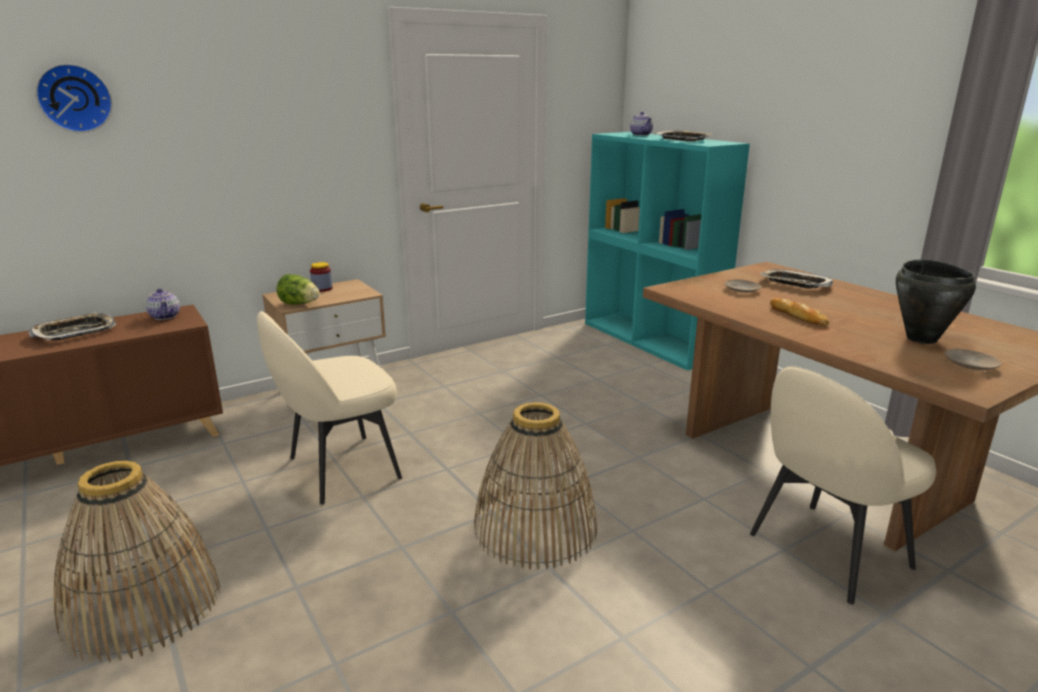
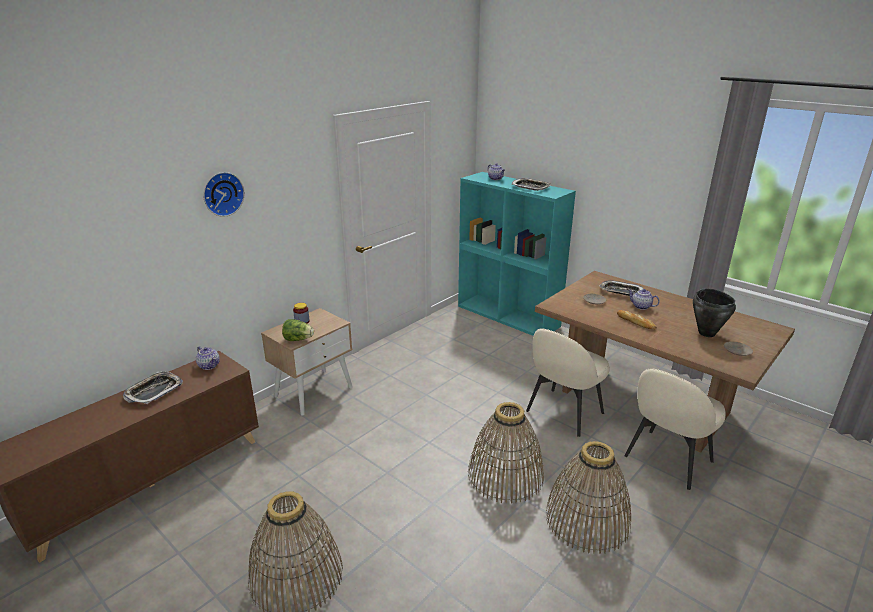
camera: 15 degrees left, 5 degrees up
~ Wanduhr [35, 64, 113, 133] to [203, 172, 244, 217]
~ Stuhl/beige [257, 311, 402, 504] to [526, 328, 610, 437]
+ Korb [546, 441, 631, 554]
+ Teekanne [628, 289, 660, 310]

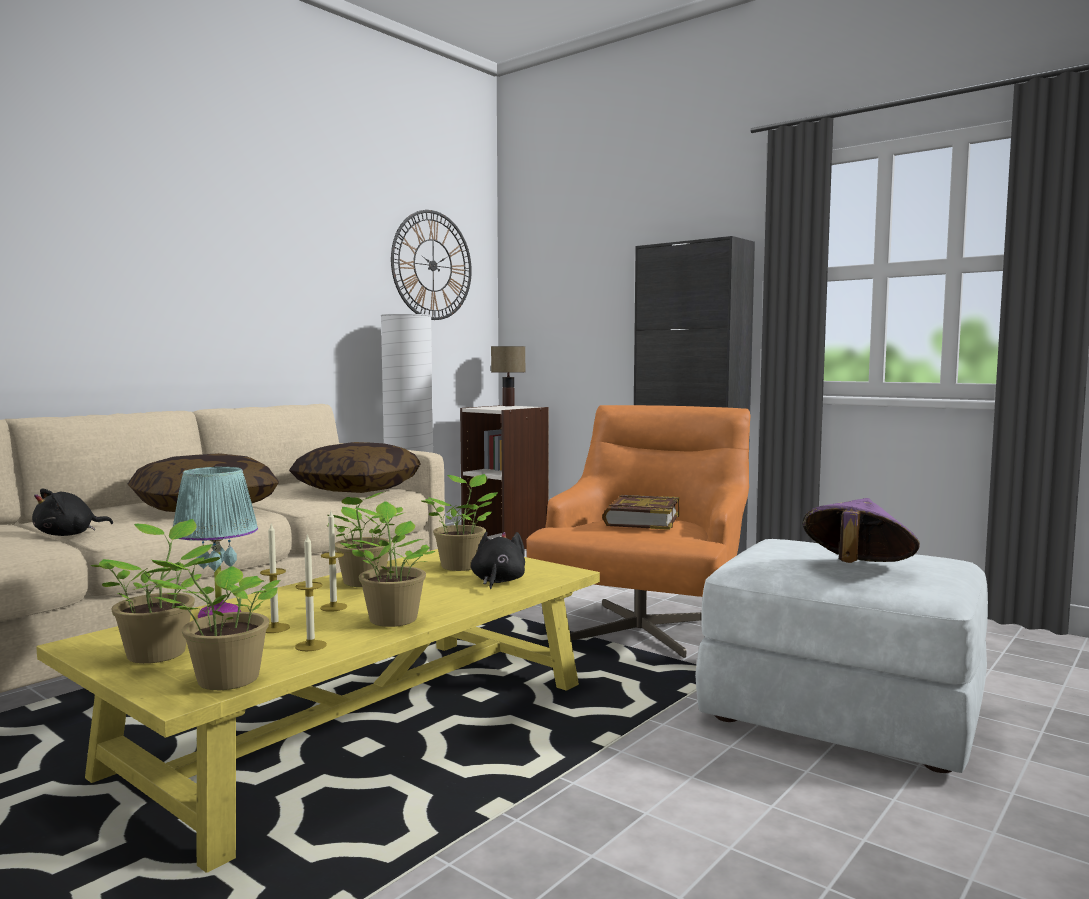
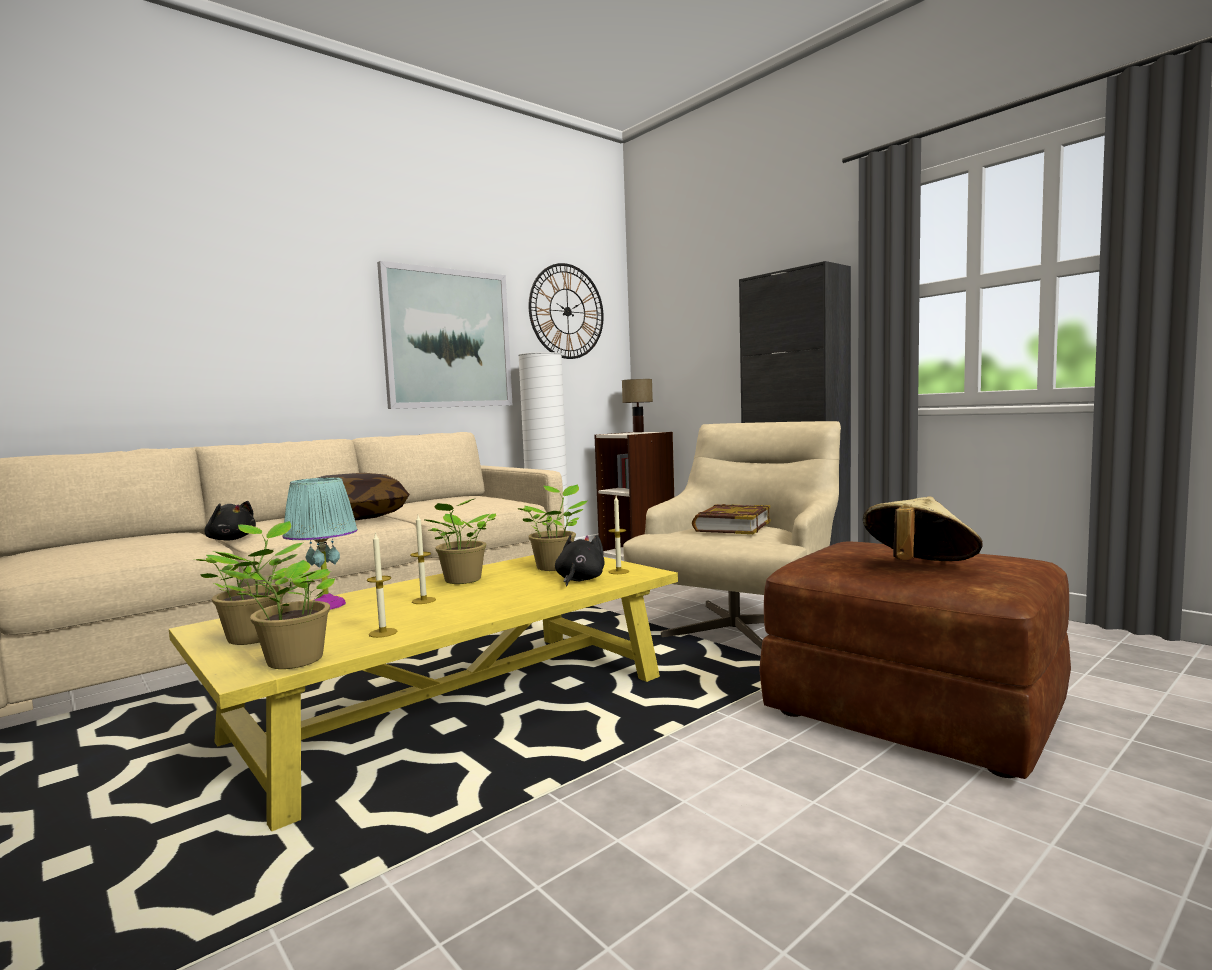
camera: 10 degrees right, 0 degrees up
~ Plüschtier/schwarz [32, 489, 113, 536] = [204, 501, 256, 541] 105 degrees counterclockwise
+ Bild [377, 261, 512, 409]
~ Kerze [260, 524, 290, 633] to [608, 496, 629, 574]
~ Sessel/orange [526, 405, 751, 658] to Sessel/beige [623, 421, 841, 648]
~ Polsterhocker/weiß [695, 539, 988, 773] to Polsterhocker/braun [759, 541, 1071, 779]
~ Hut/lila [803, 498, 920, 563] to Hut/beige [863, 497, 983, 561]
- Kissen [289, 442, 421, 493]
- Topfpflanze [340, 501, 436, 627]

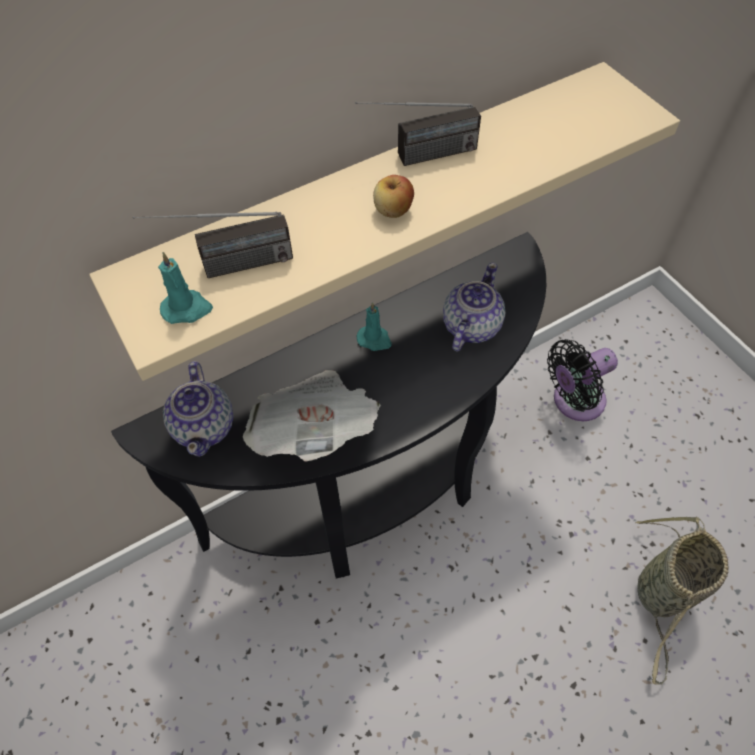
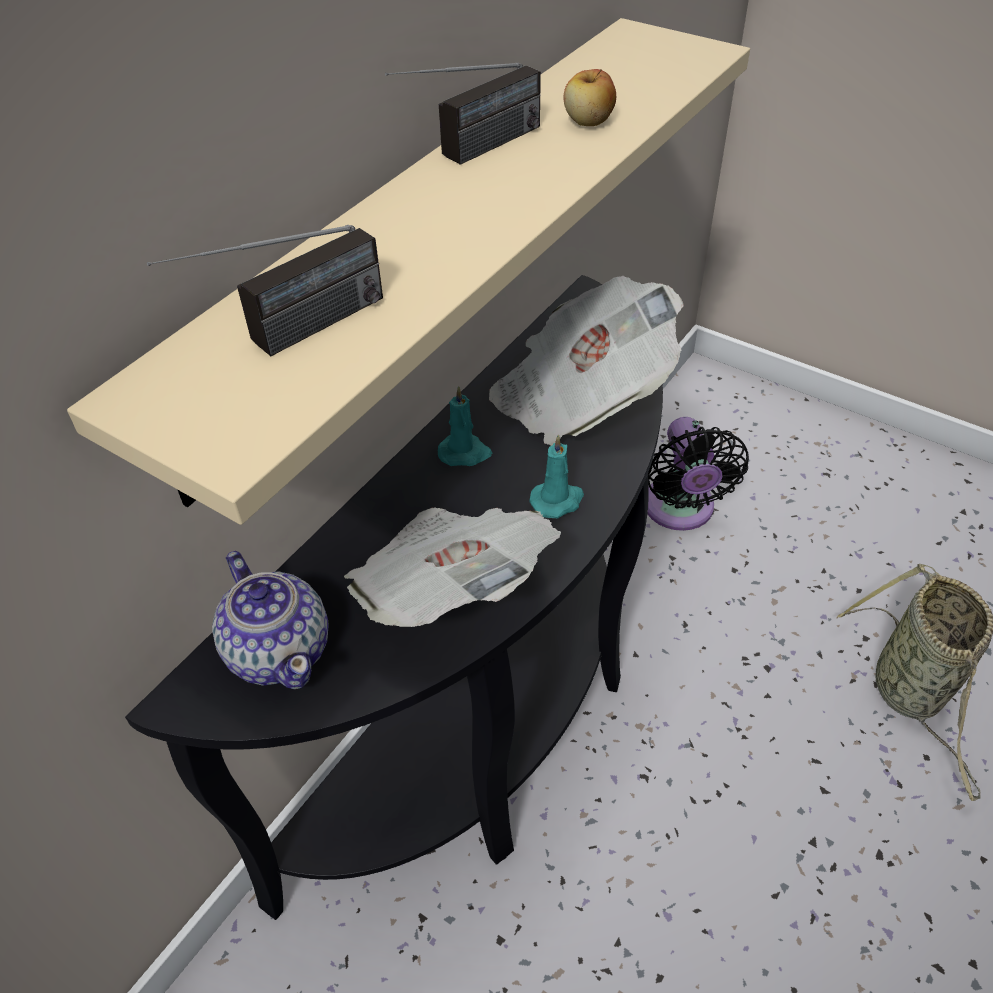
camera: 25 degrees left, 10 degrees down
~ Teekanne [443, 263, 505, 351] to Zeitung [489, 276, 684, 446]
~ Kerze/türkis [158, 252, 213, 324] to [529, 434, 584, 518]
~ Apfel [373, 175, 414, 218] to [564, 69, 616, 126]
~ Ventilator/schwarz [547, 339, 618, 421] = [647, 417, 749, 531] 45 degrees counterclockwise

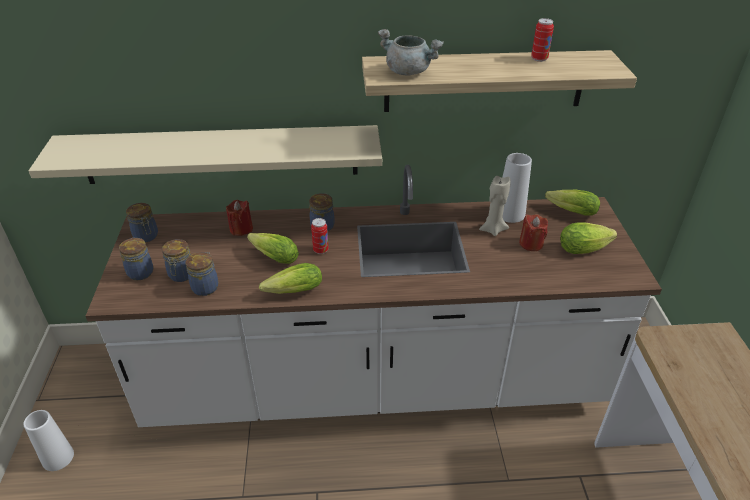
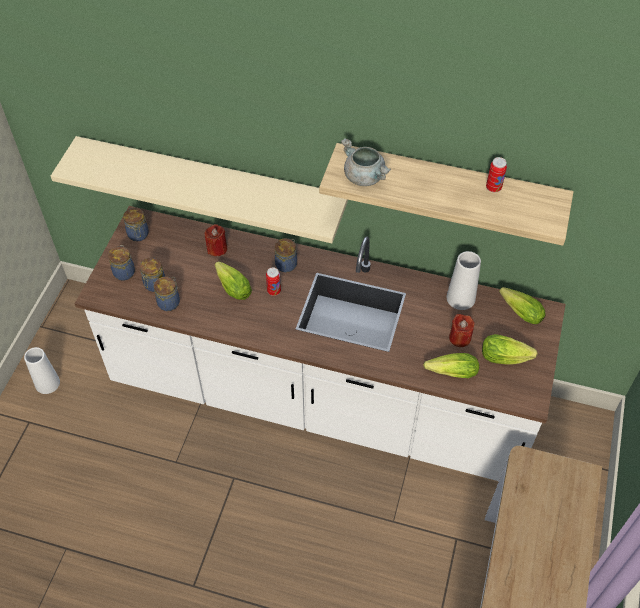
camera: 20 degrees right, 15 degrees up
~ Salatkopf [259, 263, 322, 294] to [423, 353, 479, 378]
- Kerze/beige [479, 176, 511, 236]

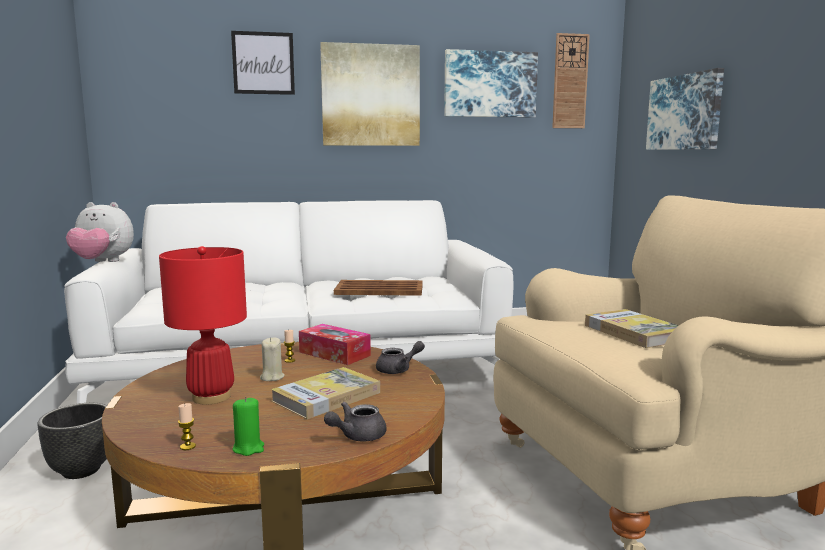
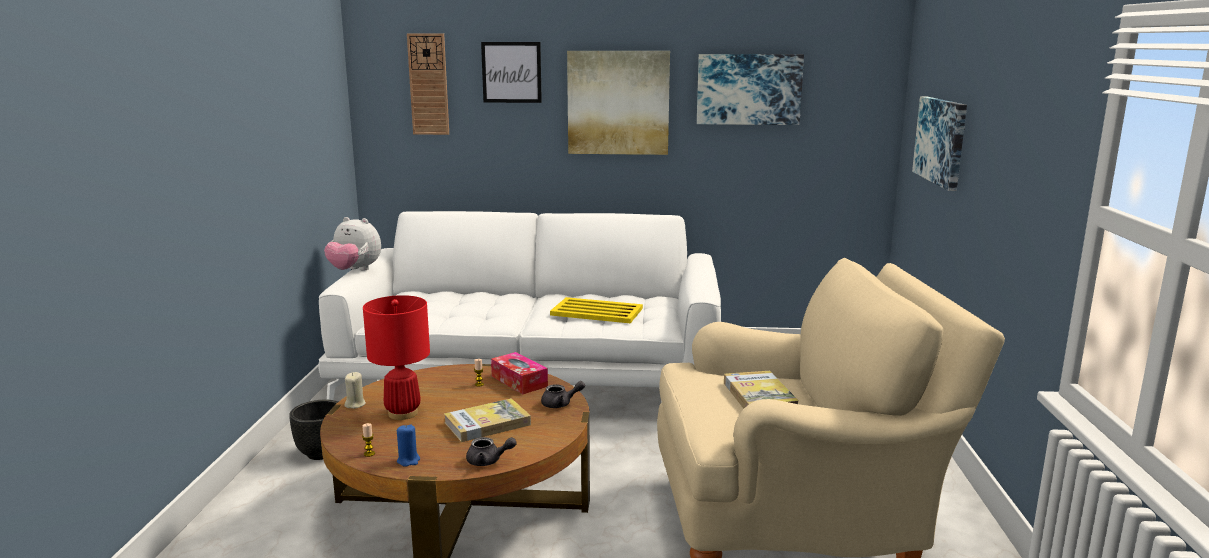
camera: 15 degrees right, 5 degrees up
~ Kerze/beige [260, 337, 285, 381] to [344, 372, 366, 409]
~ Kerze/grün [233, 397, 264, 456] to Kerze/blau [397, 424, 420, 467]
~ Wanduhr [552, 33, 590, 128] to [407, 33, 449, 135]
~ Teekanne/grau [324, 402, 387, 442] = [466, 437, 517, 466] 150 degrees counterclockwise
~ Tablett/braun [334, 280, 423, 296] to Tablett/gelb [550, 297, 643, 323]

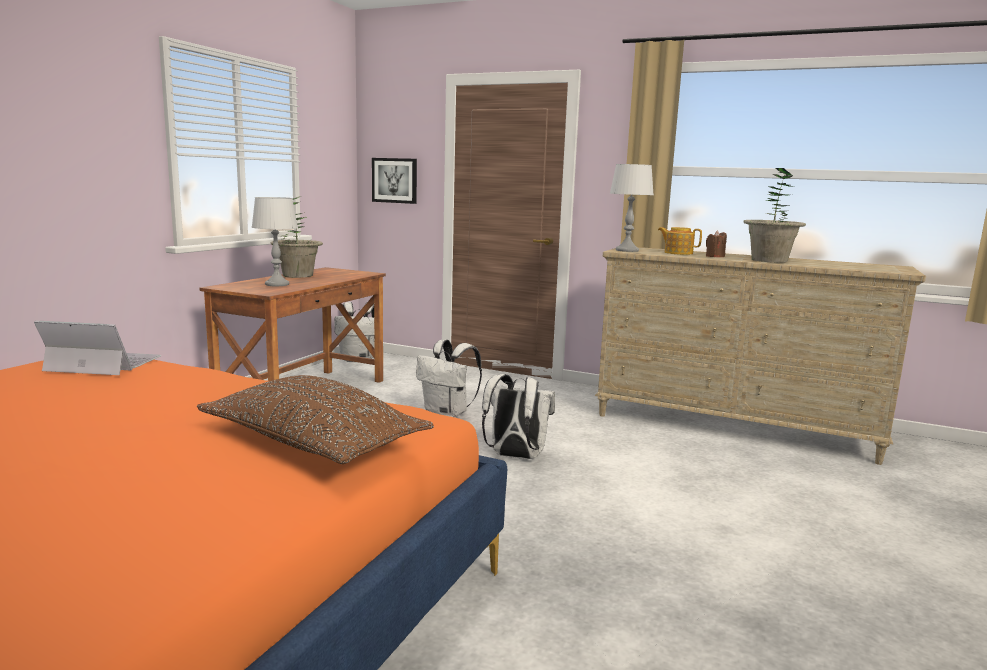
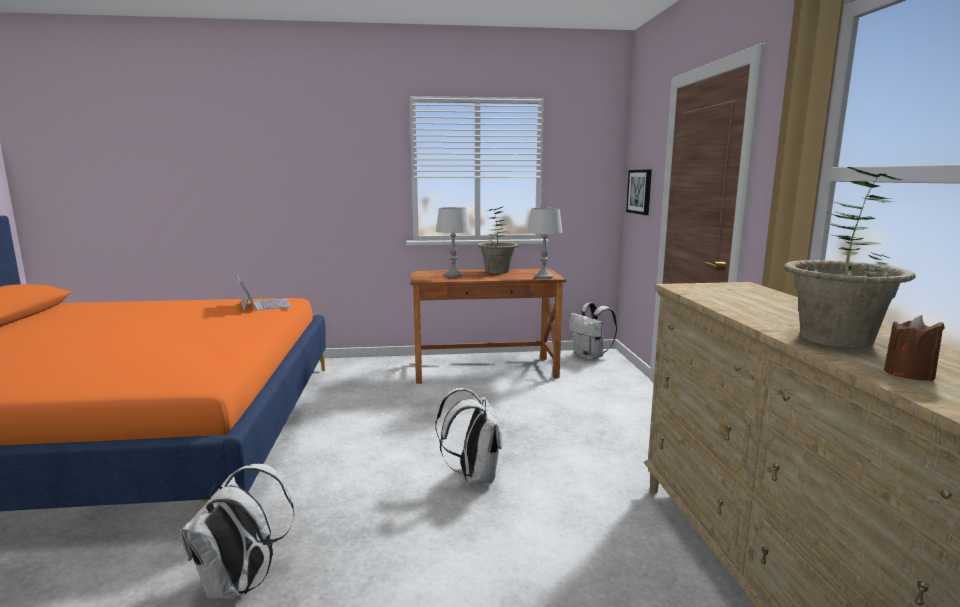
camera: 60 degrees right, 0 degrees up
~ Rucksack/weiß [416, 339, 482, 417] to [180, 464, 295, 600]
~ Tischlampe/grau [610, 164, 653, 252] to [527, 208, 563, 279]
~ Kerze/braun [706, 230, 727, 257] to [884, 315, 945, 381]
- Kissen/braun [197, 375, 434, 464]
- Teekanne [658, 227, 702, 255]

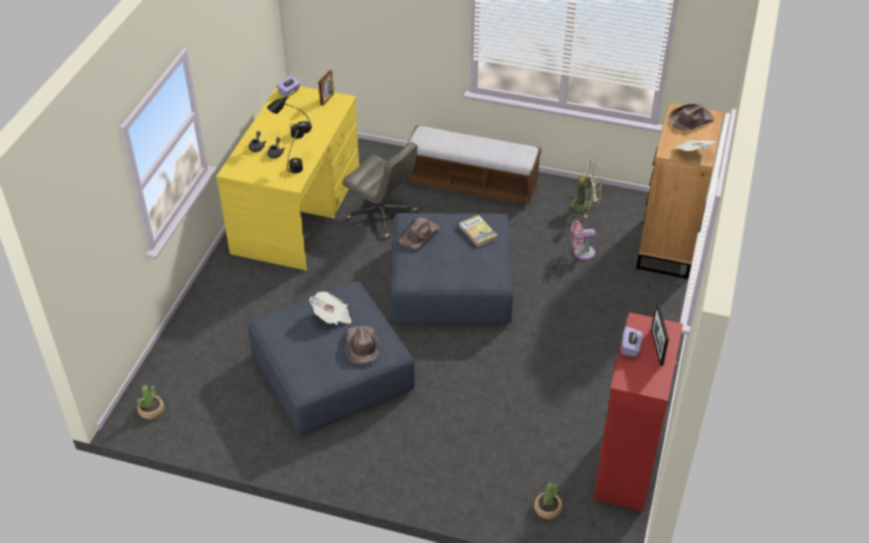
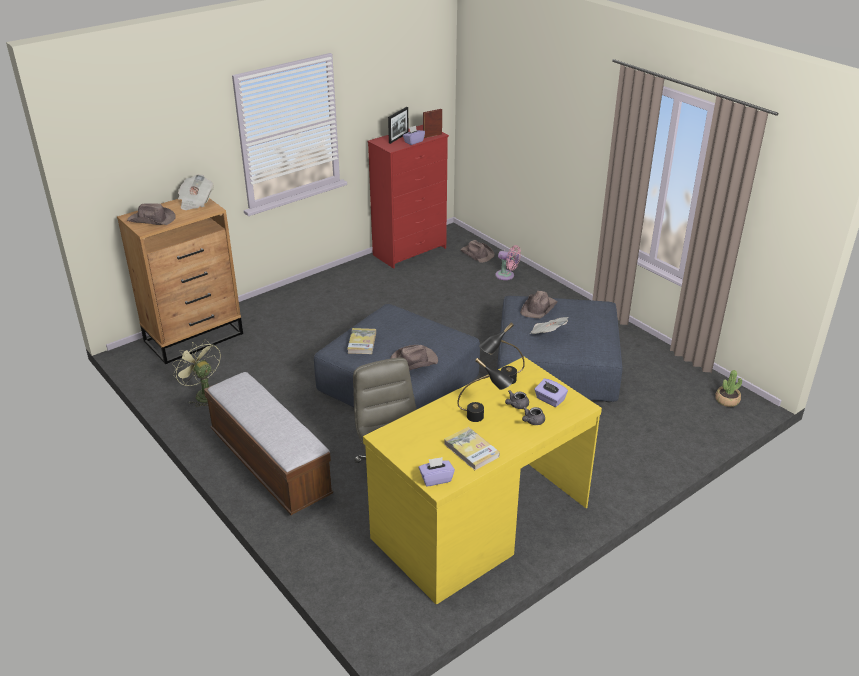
camera: 145 degrees left, 10 degrees down
~ Bilderrahmen [318, 70, 334, 106] to [423, 109, 442, 138]
+ Buch [444, 427, 500, 470]
~ Topfpflanze [534, 482, 562, 519] to Hut/braun [460, 240, 495, 263]
~ Ventilator/rosa [571, 221, 596, 260] to [495, 245, 521, 280]
+ Taschentuchbox/lila [534, 378, 568, 407]

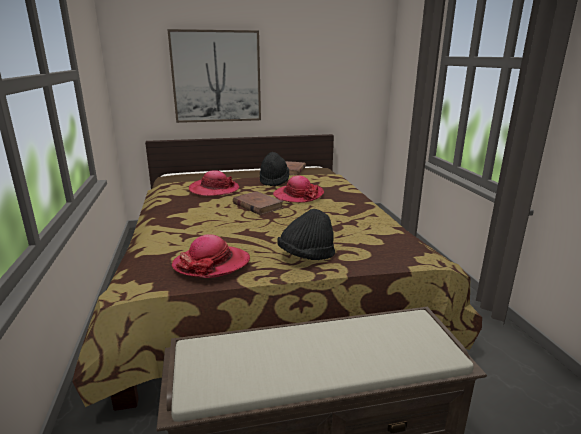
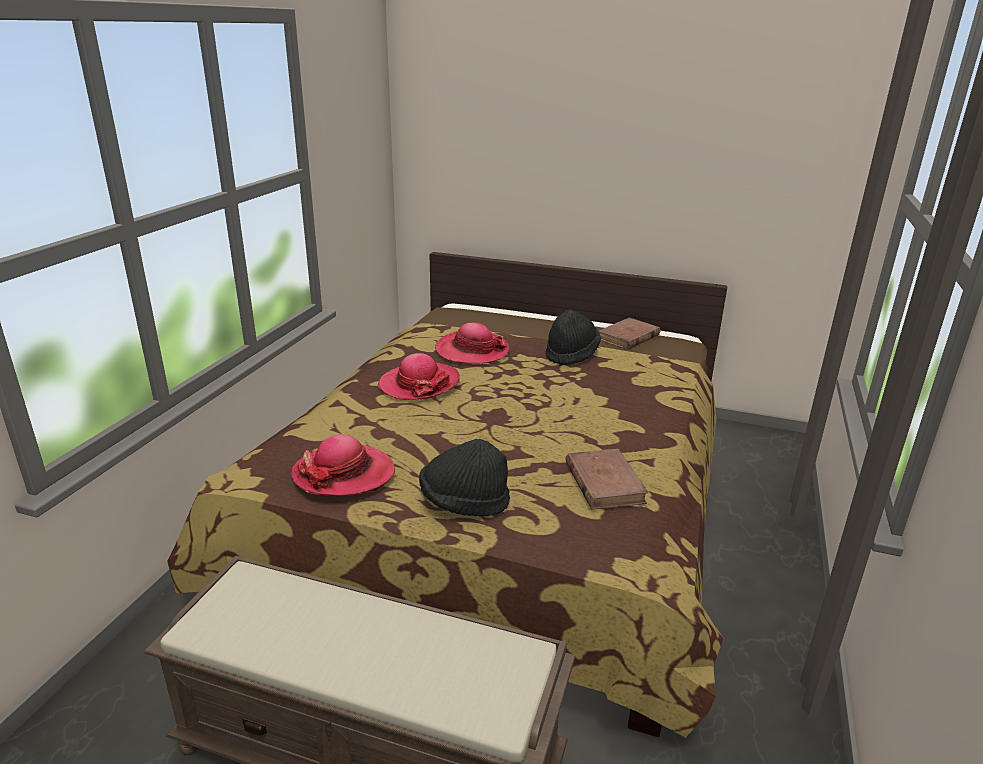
camera: 30 degrees right, 5 degrees up
~ Hut [273, 175, 324, 203] to [378, 353, 460, 400]
~ Buch/braun [233, 191, 284, 215] to [566, 449, 648, 510]
- Bild [167, 29, 261, 123]

